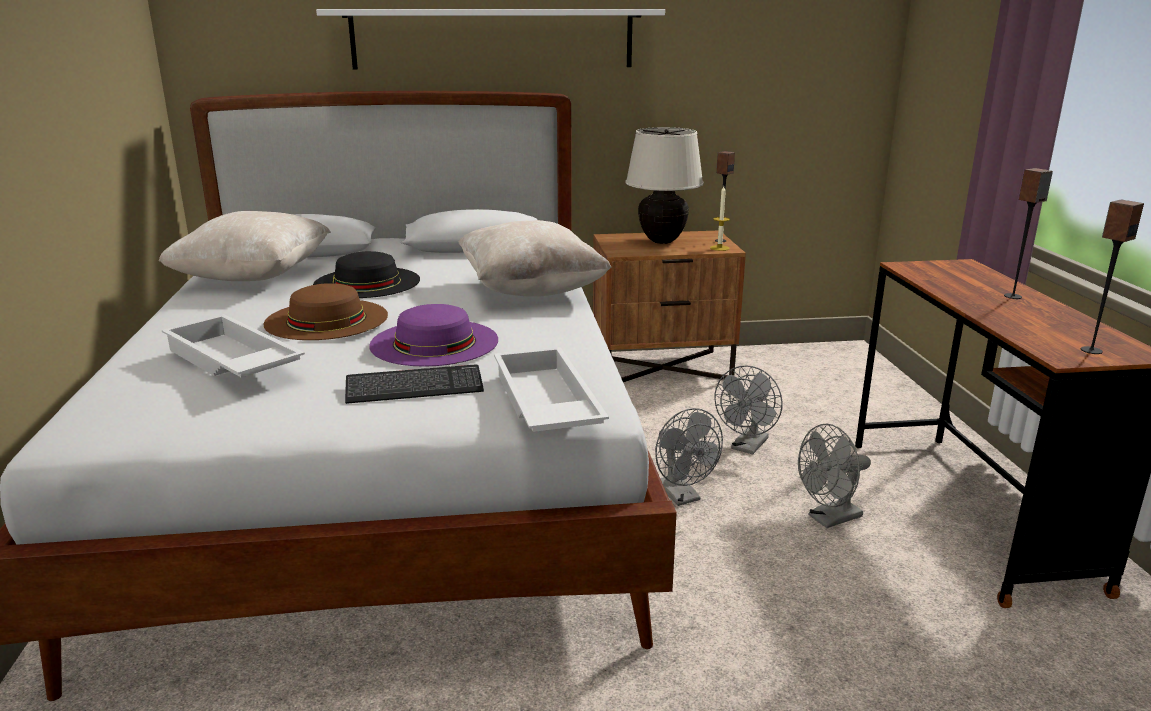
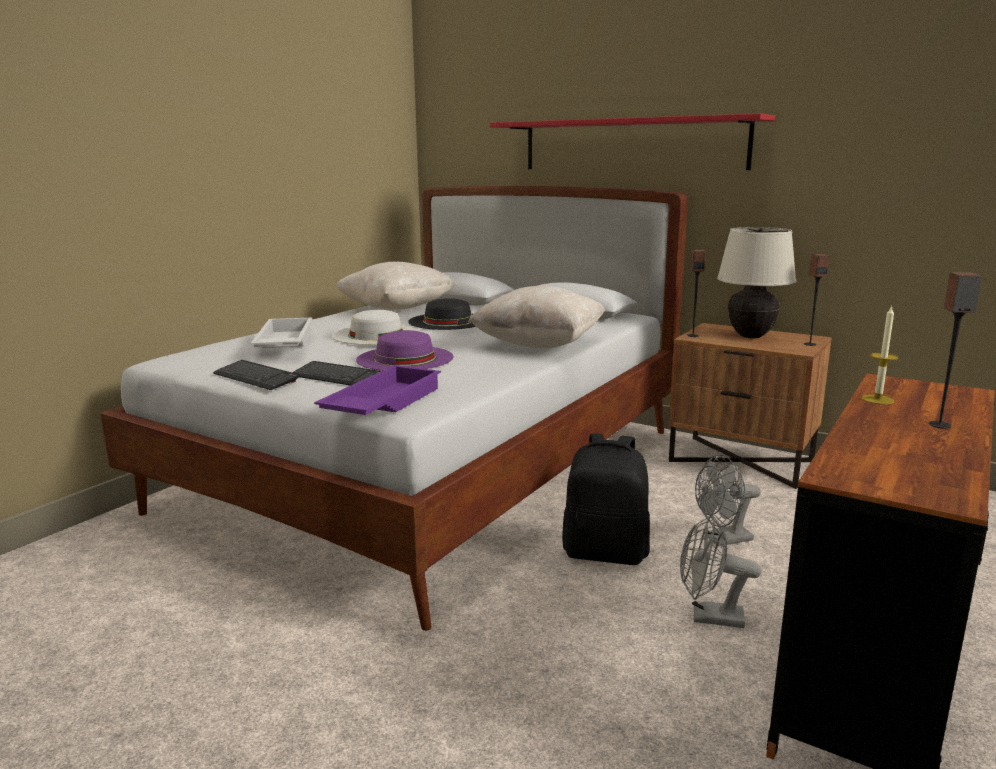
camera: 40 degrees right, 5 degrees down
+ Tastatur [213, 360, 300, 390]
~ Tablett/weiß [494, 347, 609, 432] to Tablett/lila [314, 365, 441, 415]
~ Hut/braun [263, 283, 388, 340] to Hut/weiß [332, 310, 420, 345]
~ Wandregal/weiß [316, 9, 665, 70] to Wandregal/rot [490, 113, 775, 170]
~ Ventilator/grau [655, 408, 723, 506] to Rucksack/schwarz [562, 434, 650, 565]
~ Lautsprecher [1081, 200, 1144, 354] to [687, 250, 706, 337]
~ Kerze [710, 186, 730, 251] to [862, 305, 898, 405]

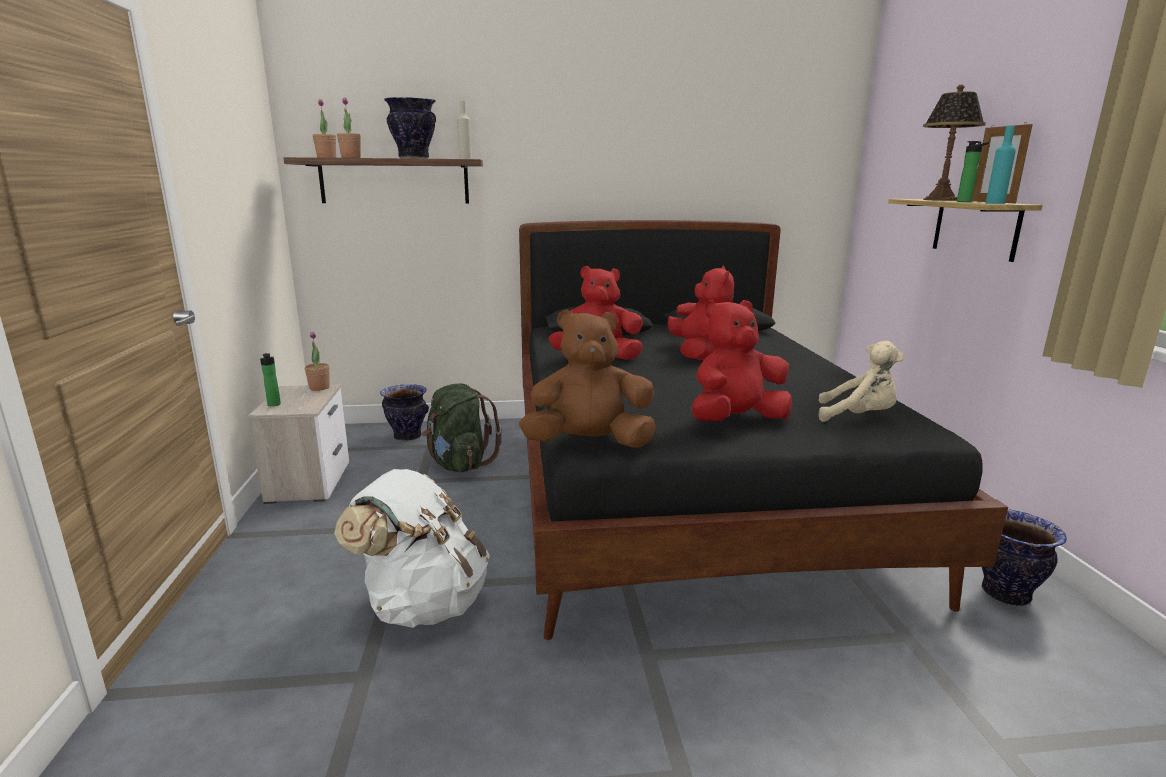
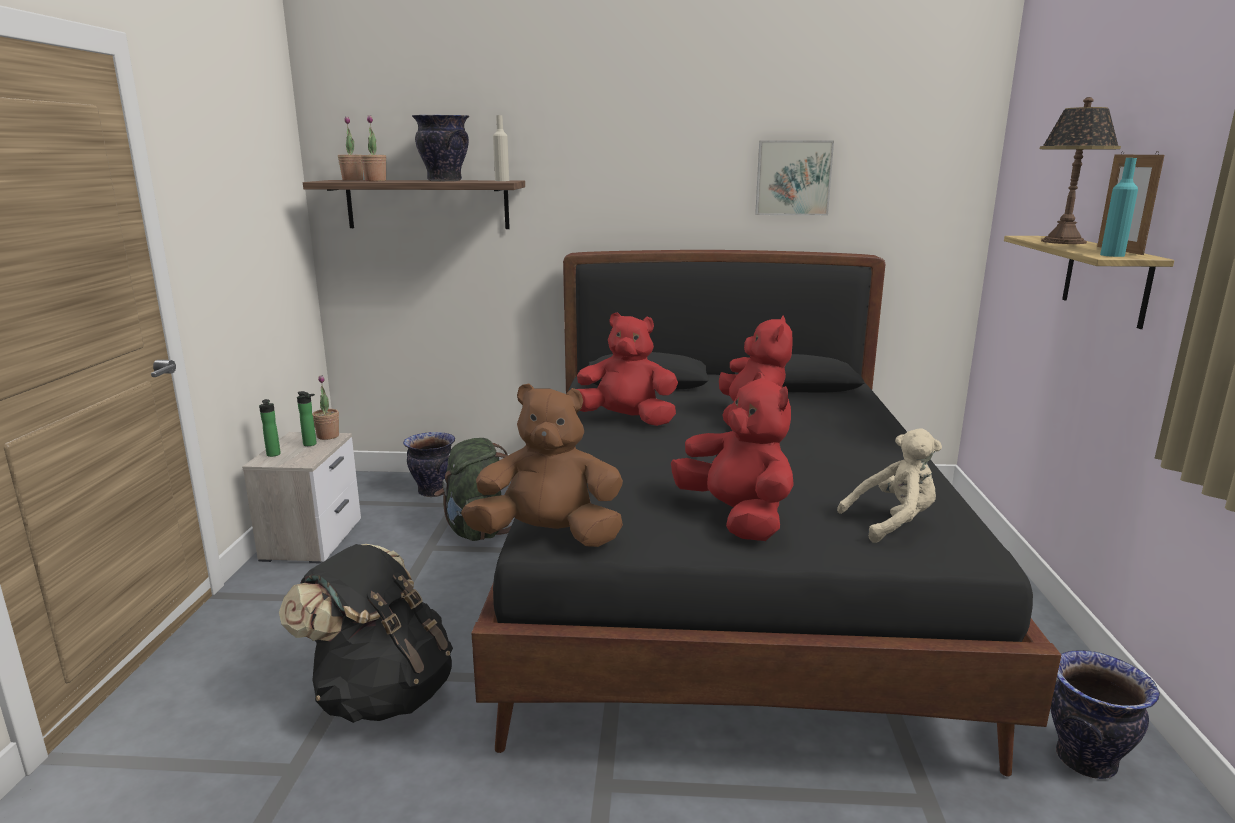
camera: 10 degrees right, 0 degrees up
~ Rucksack/weiß [334, 469, 490, 628] to Rucksack/schwarz [279, 544, 453, 723]
~ Flasche [957, 141, 990, 202] to [297, 391, 317, 446]
~ Plüschtier/rot [692, 300, 792, 421] = [671, 372, 794, 541] 75 degrees clockwise
+ Bild [755, 141, 834, 215]
~ Plüschtier/beige [819, 341, 904, 422] = [837, 428, 942, 543] 45 degrees counterclockwise

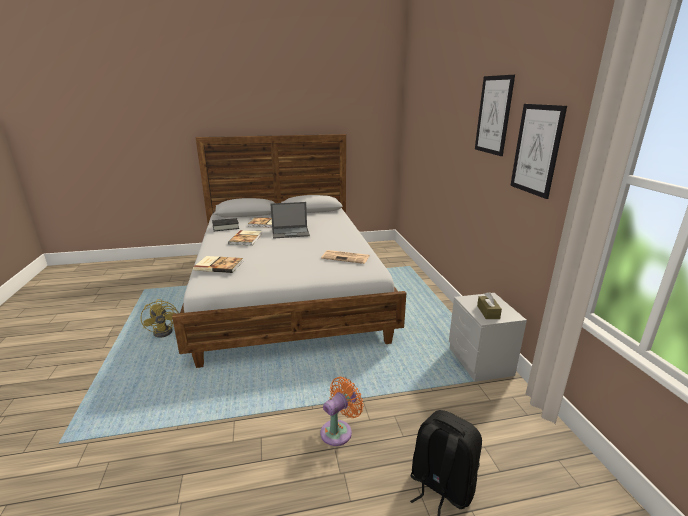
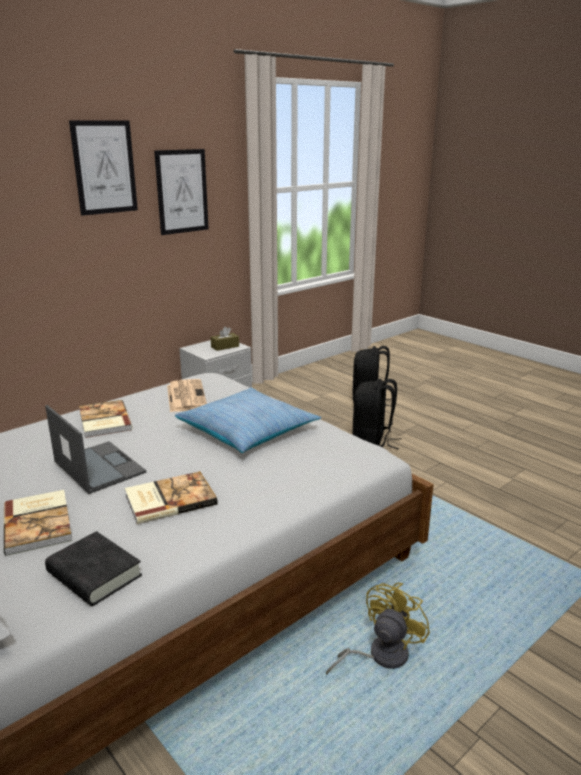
camera: 120 degrees left, 0 degrees up
~ Buch [193, 256, 243, 273] to [79, 400, 133, 438]
+ Kissen [175, 388, 321, 453]
~ Ventilator/orange [320, 377, 364, 446] to Rucksack/schwarz [352, 379, 401, 449]

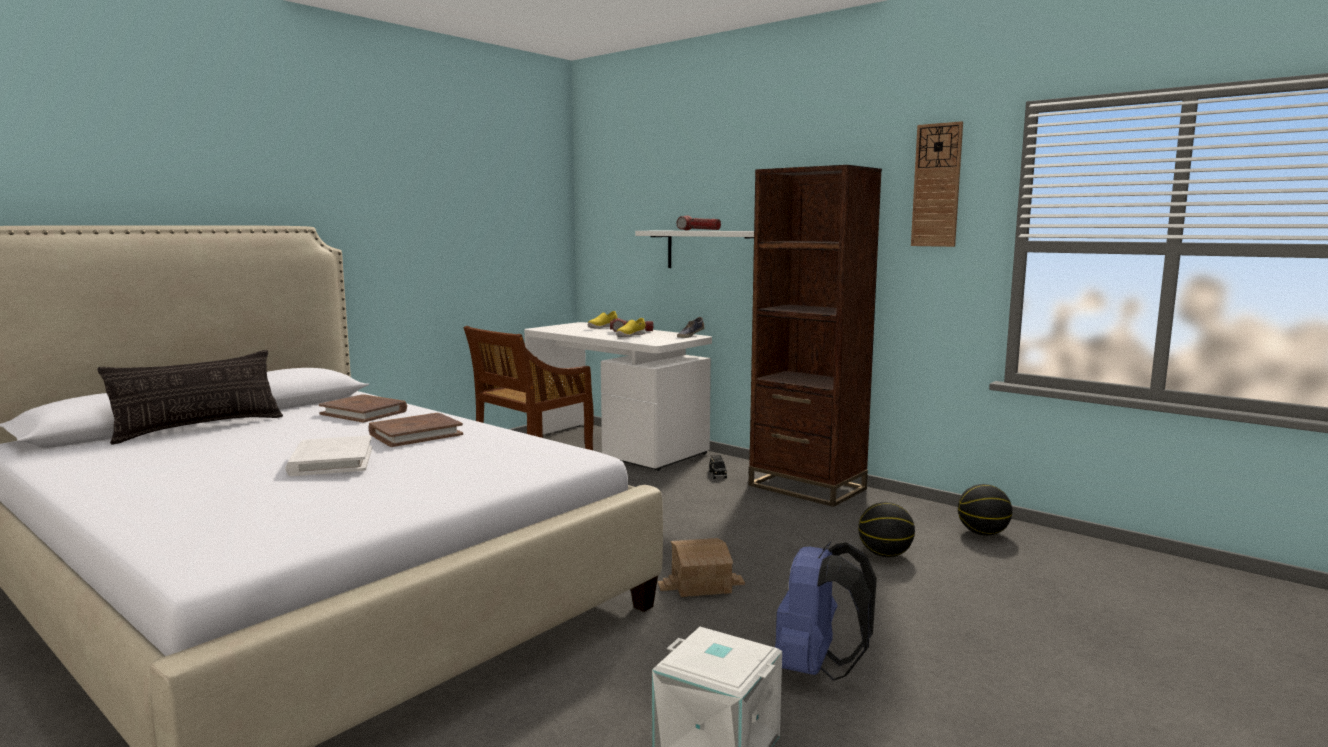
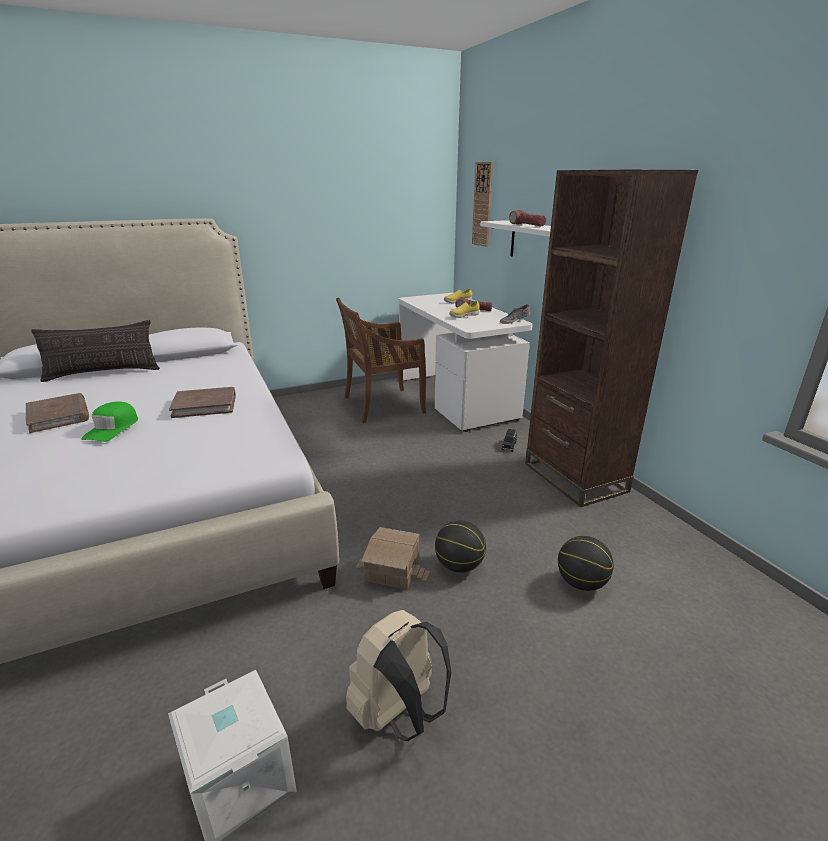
camera: 25 degrees right, 15 degrees up
~ Buch/braun [319, 394, 407, 423] to [26, 393, 89, 433]
~ Buch/weiß [285, 435, 372, 476] to Kappe/grün [81, 401, 138, 442]
~ Rucksack/blau [775, 542, 877, 681] to Rucksack/beige [346, 610, 451, 741]
~ Basketball [958, 484, 1012, 536] to [435, 520, 486, 573]
~ Wanduhr [911, 121, 963, 247] to [472, 162, 493, 247]

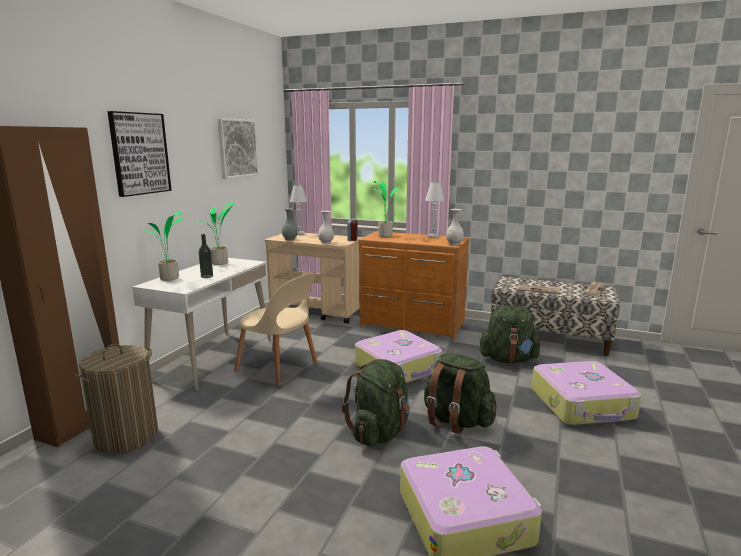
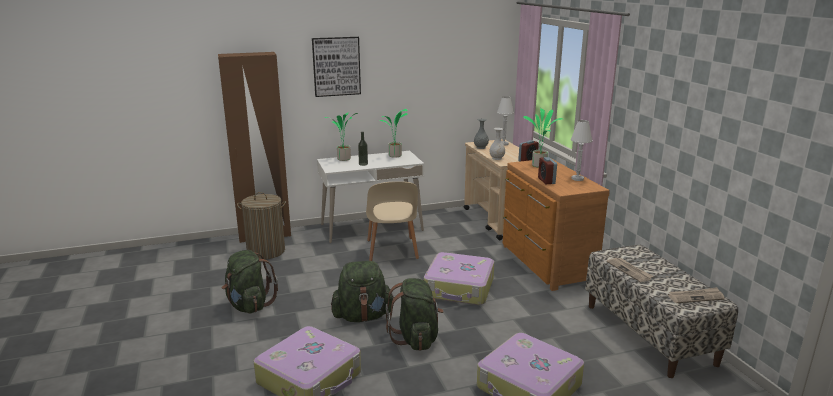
camera: 50 degrees right, 5 degrees up
~ Rucksack/grün [479, 305, 542, 363] to [222, 250, 278, 314]
+ Wecker [538, 157, 557, 184]
- Bild [217, 118, 259, 179]
- Vase/weiß [446, 209, 464, 245]

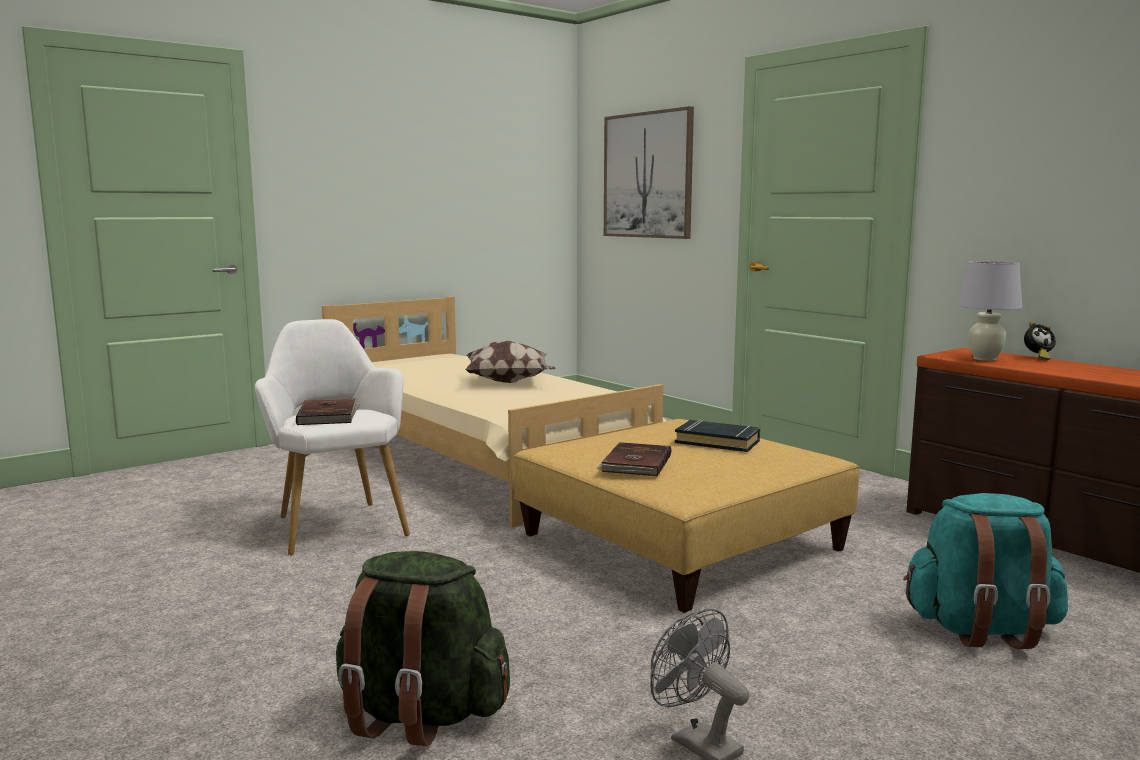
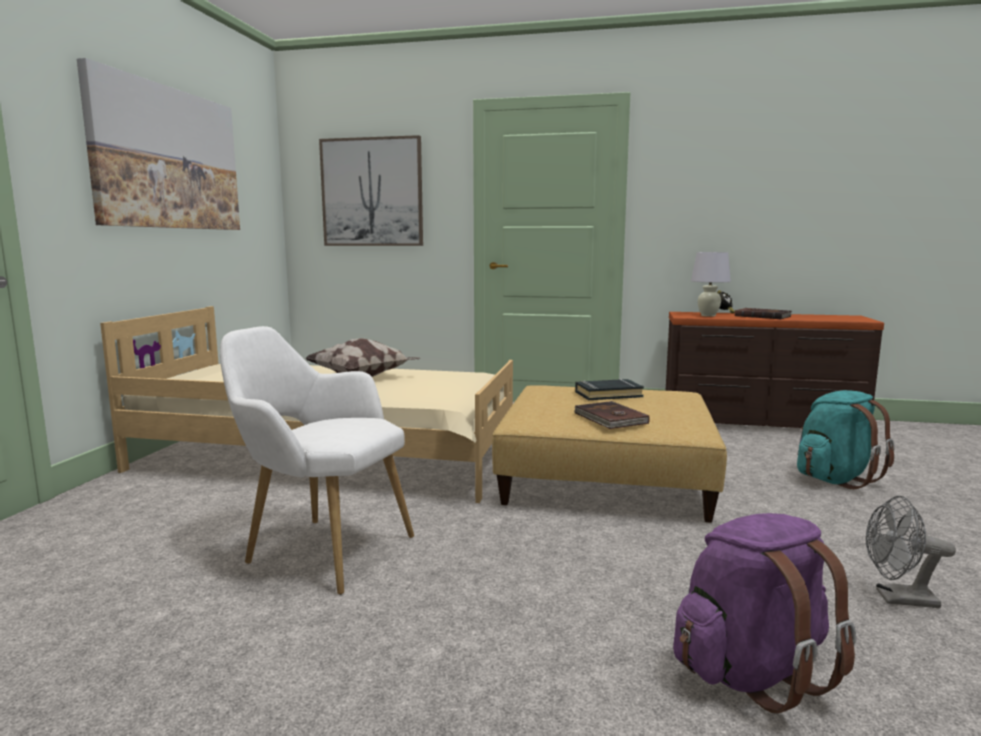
camera: 40 degrees left, 0 degrees up
+ Bild [77, 58, 240, 230]
~ Rucksack/grün [336, 551, 510, 746] to Rucksack/lila [673, 513, 856, 713]
~ Buch/braun [296, 399, 360, 425] to [734, 308, 791, 320]

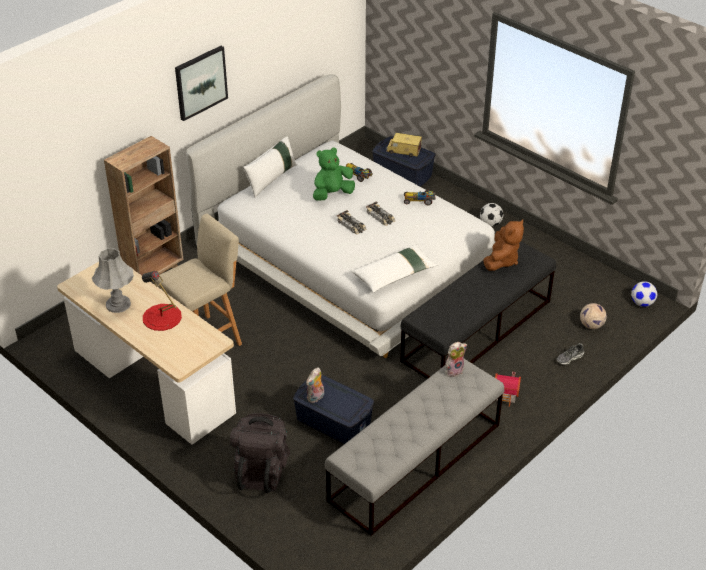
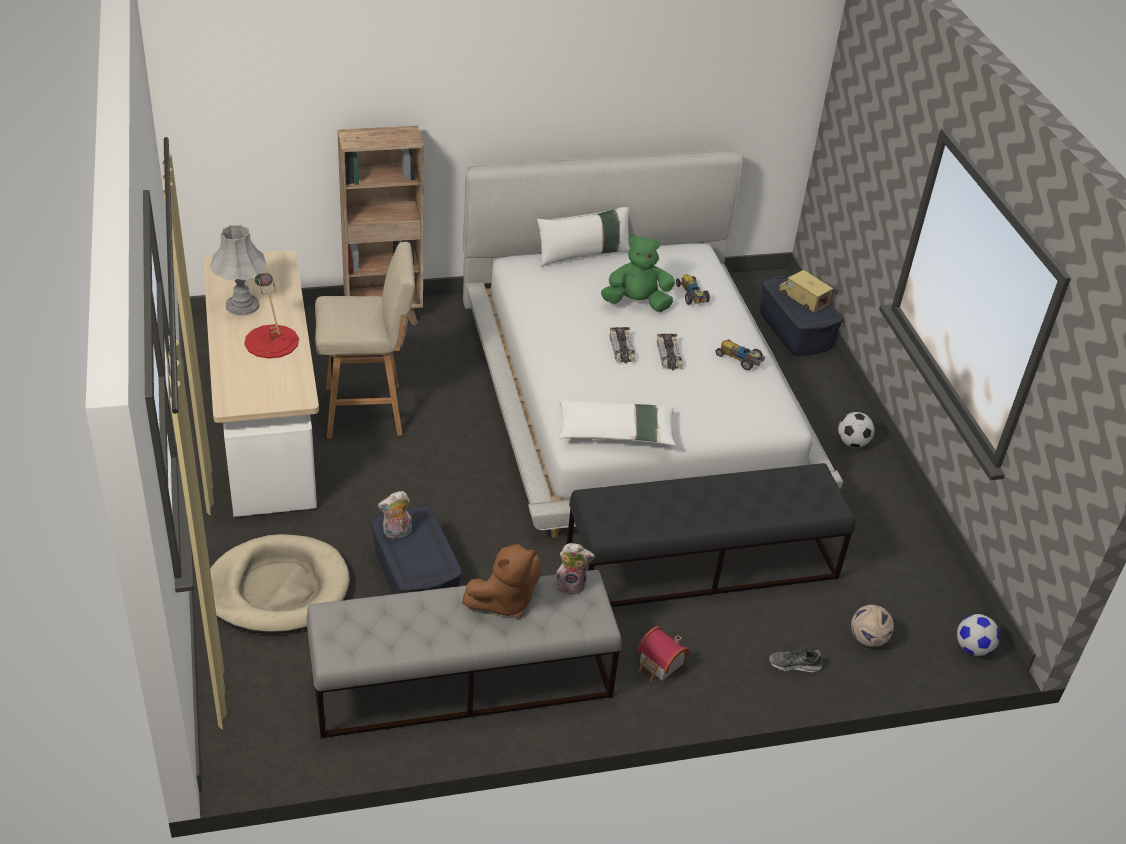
camera: 30 degrees right, 0 degrees up
~ Rucksack/schwarz [230, 413, 290, 493] to Hundebett/beige [210, 534, 350, 634]
~ Plüschtier/braun [483, 219, 524, 271] to [462, 544, 542, 619]
- Bild [175, 46, 228, 121]

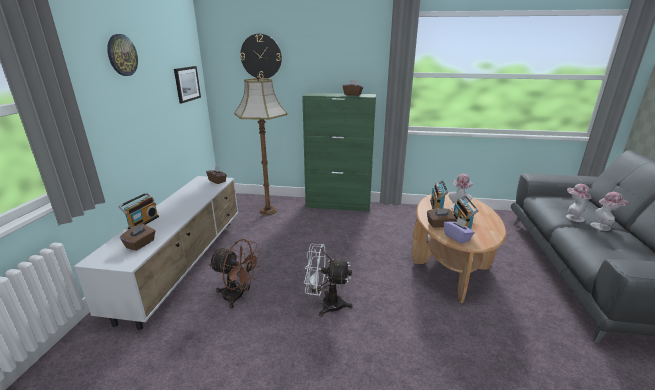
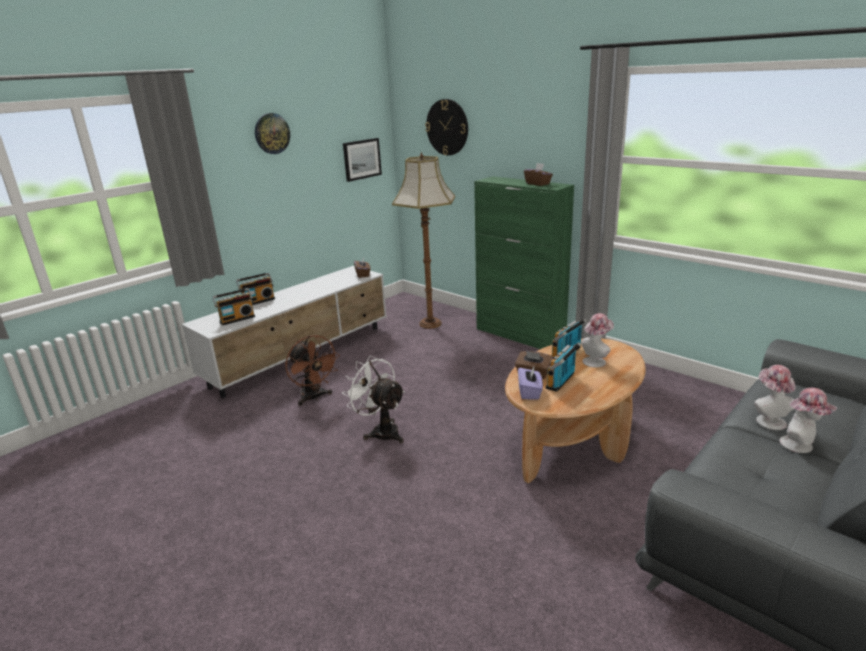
camera: 35 degrees right, 0 degrees up
~ Taschentuchbox/braun [120, 224, 155, 251] to Radio [212, 288, 255, 325]

